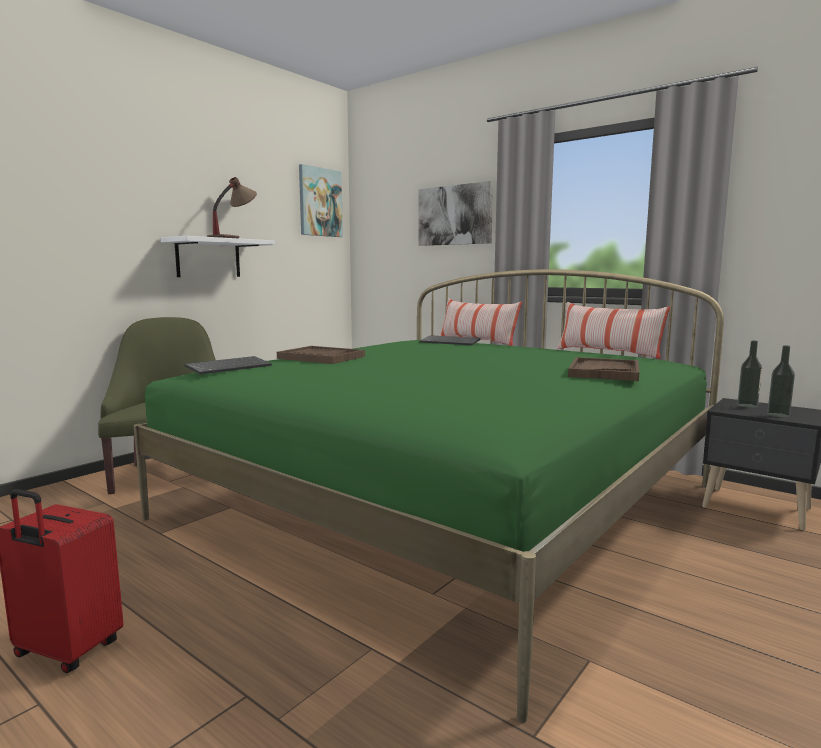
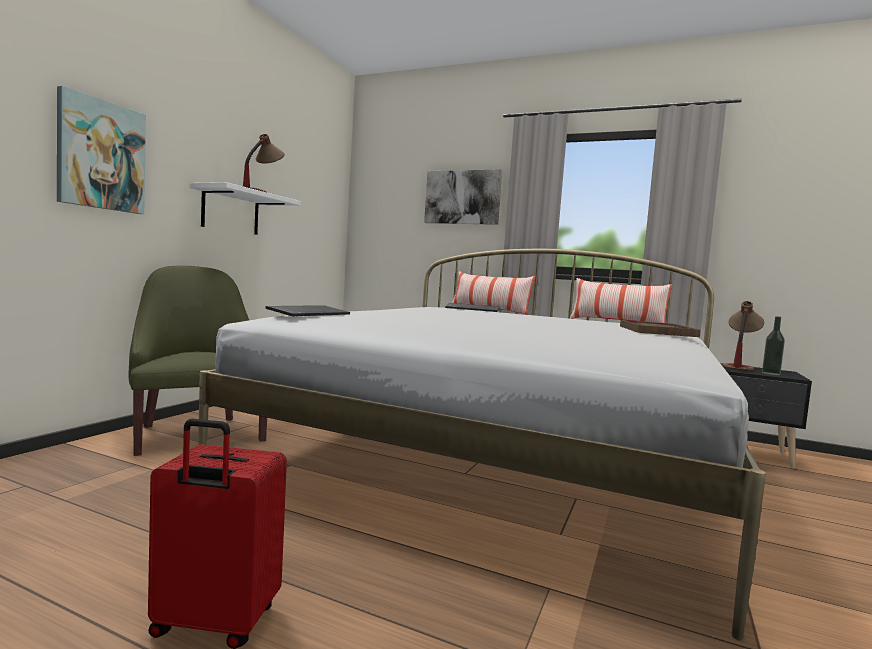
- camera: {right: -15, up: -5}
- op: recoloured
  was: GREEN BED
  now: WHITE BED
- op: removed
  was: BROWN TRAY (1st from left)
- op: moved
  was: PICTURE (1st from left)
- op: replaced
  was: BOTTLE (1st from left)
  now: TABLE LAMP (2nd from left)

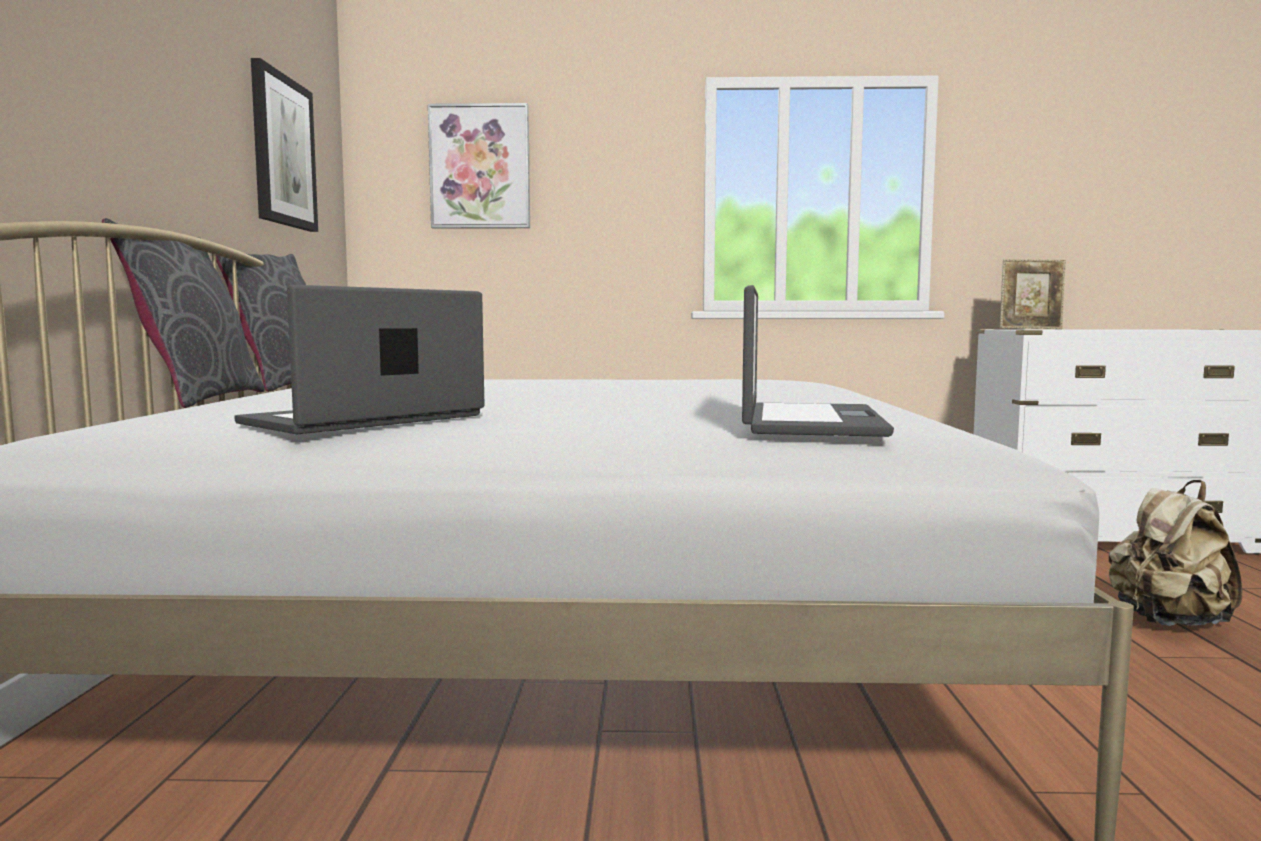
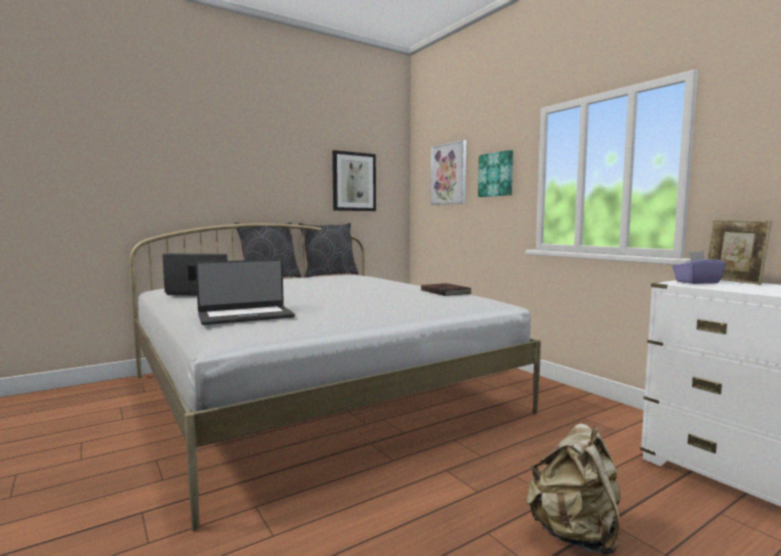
- camera: {right: 55, up: 0}
- op: added
  now: BROWN BOOK
- op: added
  now: PICTURE (3rd from left)
- op: added
  now: PURPLE TISSUE BOX

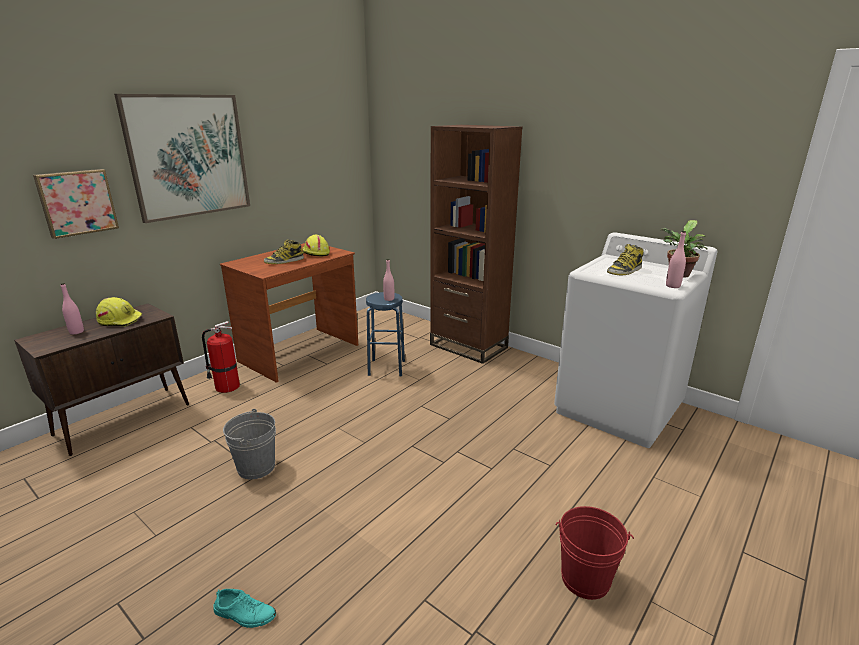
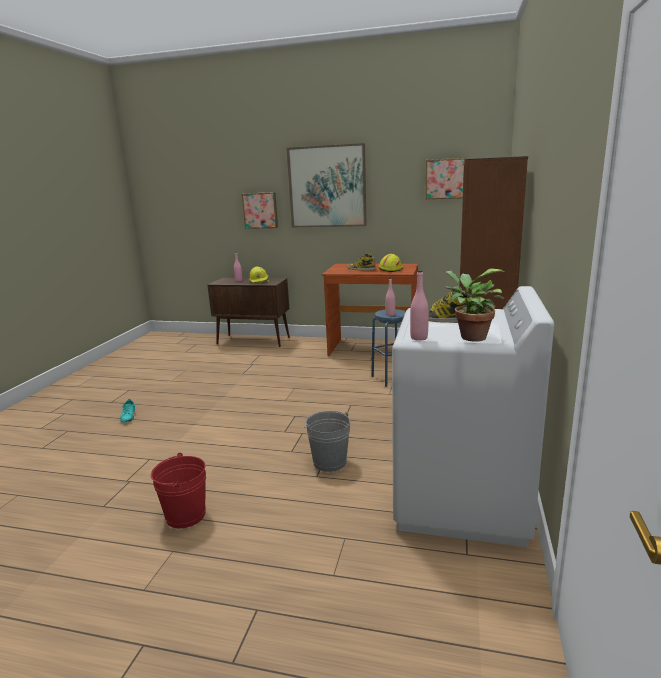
- camera: {right: 65, up: -5}
- op: removed
  was: FIRE EXTINGUISHER
- op: moved
  was: GREY BUCKET
- op: added
  now: PICTURE (3rd from left)

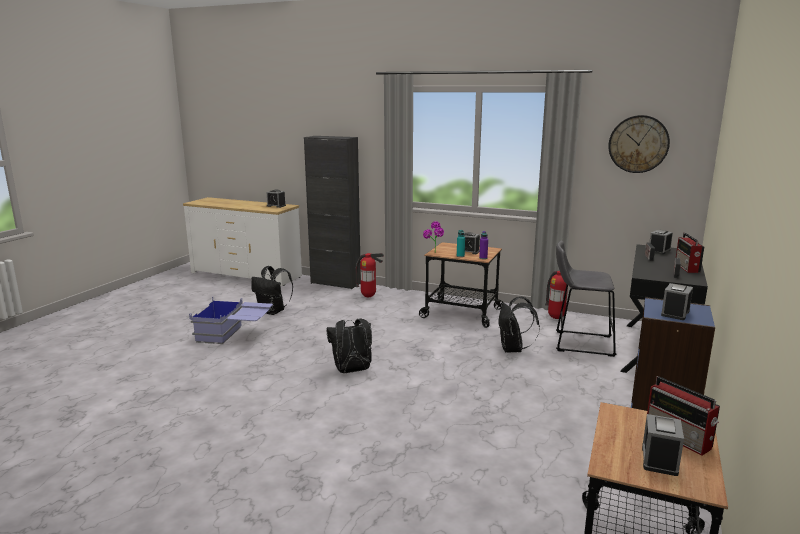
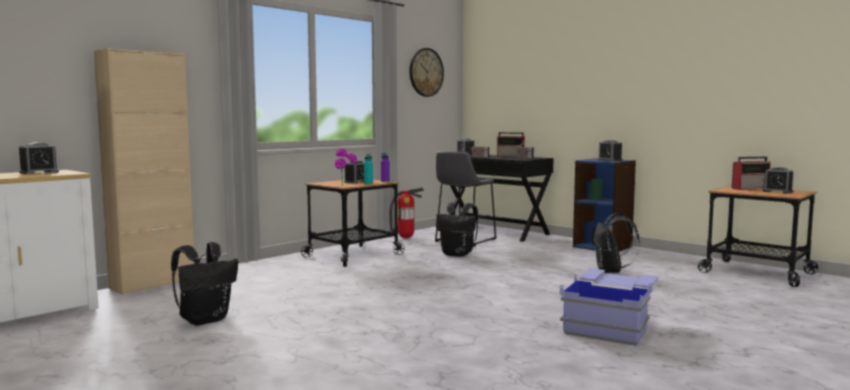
- camera: {right: -70, up: -10}
- op: moved
  was: BLUE STORAGE BOX
- op: recoloured
  was: BLACK CABINET
  now: BEIGE CABINET
- op: moved
  was: BLACK BACKPACK (2nd from left in the first image)
  now: BLACK BACKPACK (3rd from left)
- op: removed
  was: FIRE EXTINGUISHER (1st from left)

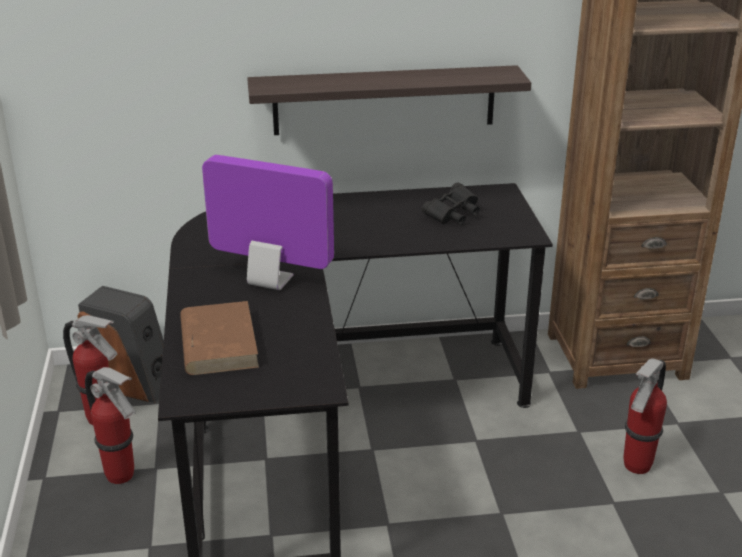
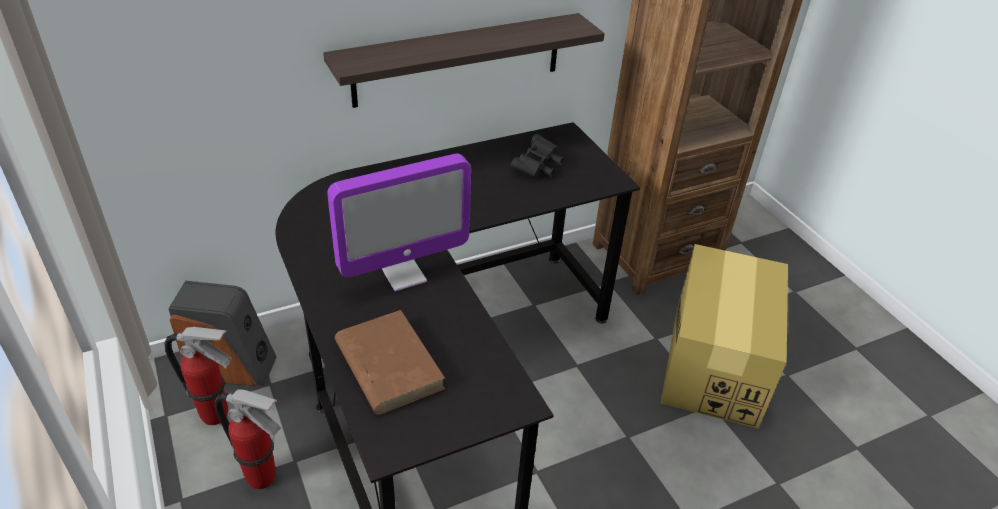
- camera: {right: -20, up: 10}
- op: turned
  was: MONITOR
  clockwise: 150
- op: replaced
  was: FIRE EXTINGUISHER (3rd from left)
  now: CARDBOARD BOX

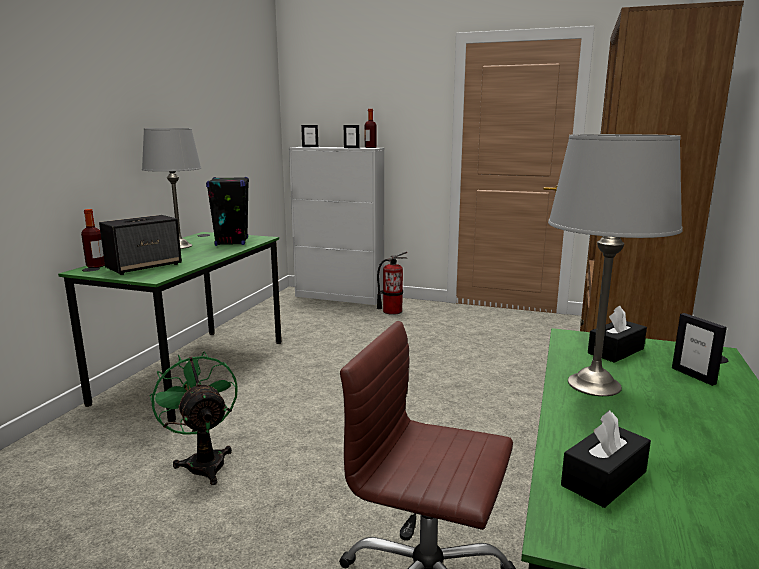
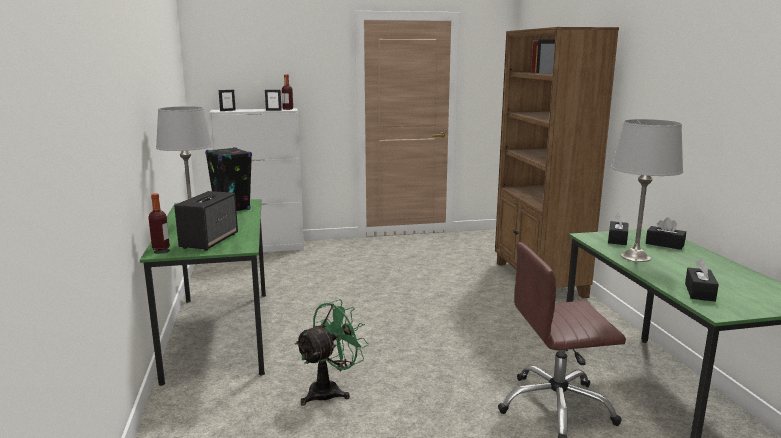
- camera: {right: -30, up: 0}
- op: turned
  was: GREEN FAN
  clockwise: 105
- op: removed
  was: FIRE EXTINGUISHER
- op: replaced
  was: PICTURE FRAME (3rd from left)
  now: BLACK TISSUE BOX (2nd from left)

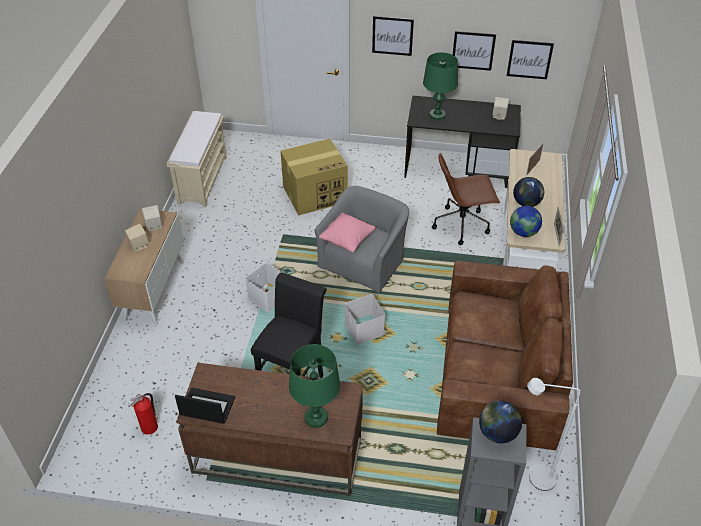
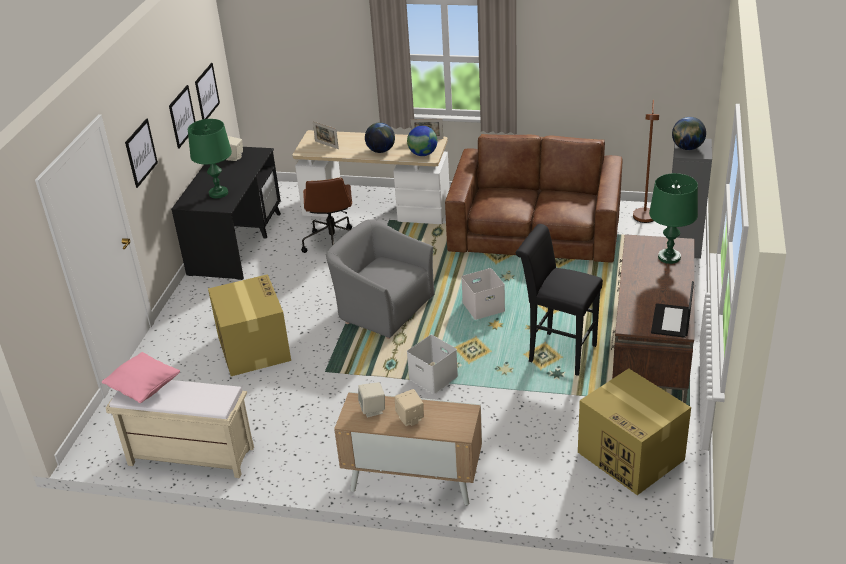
- camera: {right: -85, up: -10}
- op: replaced
  was: FIRE EXTINGUISHER
  now: CARDBOARD BOX (2nd from left)
- op: moved
  was: PINK PILLOW
- op: recoloured
  was: WHITE FLOOR LAMP
  now: BROWN FLOOR LAMP

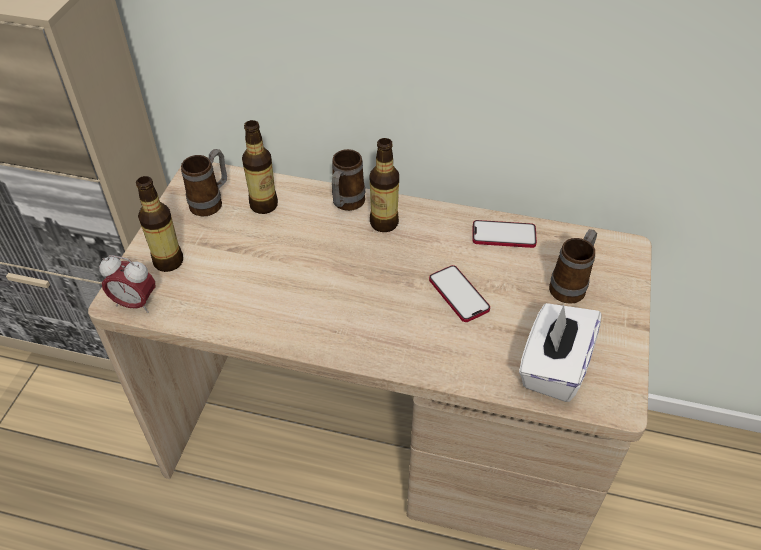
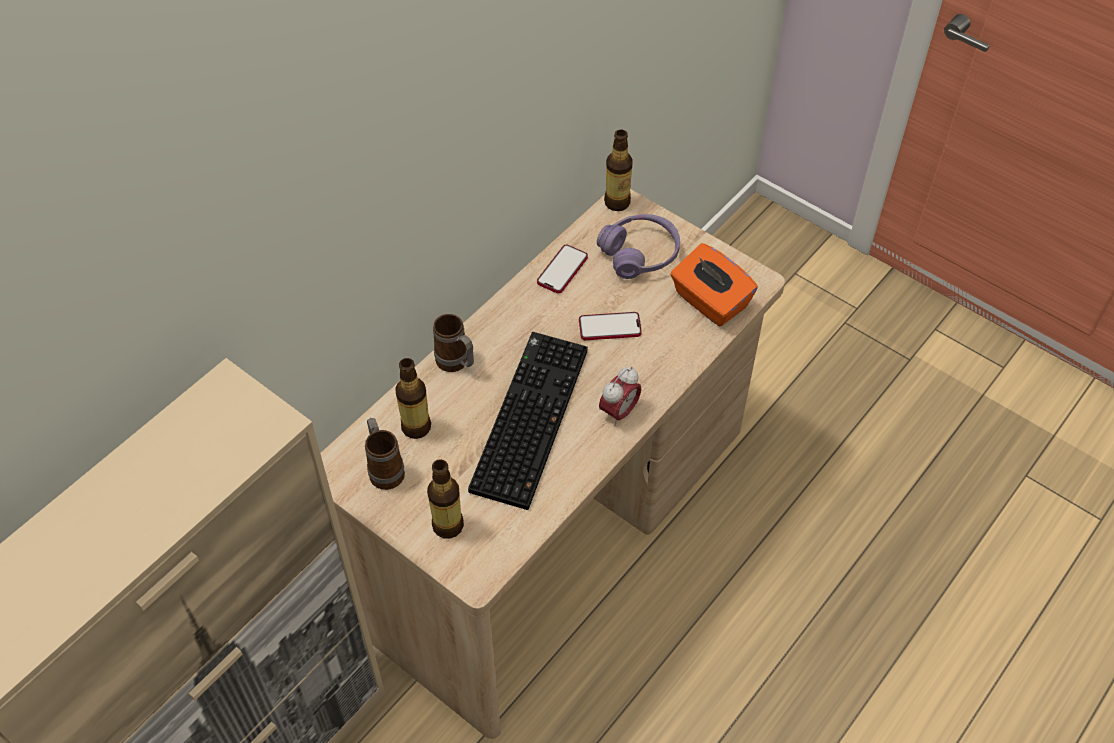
- camera: {right: -65, up: 5}
- op: moved
  was: ALARM CLOCK
- op: moved
  was: BOTTLE (3rd from left)
- op: recoloured
  was: WHITE TISSUE BOX
  now: ORANGE TISSUE BOX
- op: replaced
  was: MUG (3rd from left)
  now: PURPLE HEADPHONES
- op: added
  now: KEYBOARD

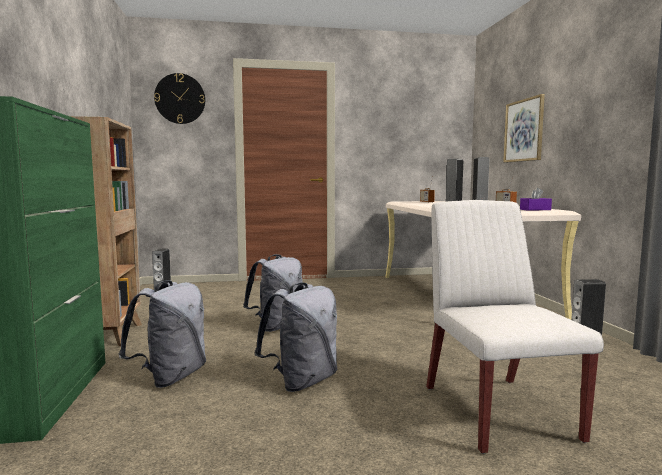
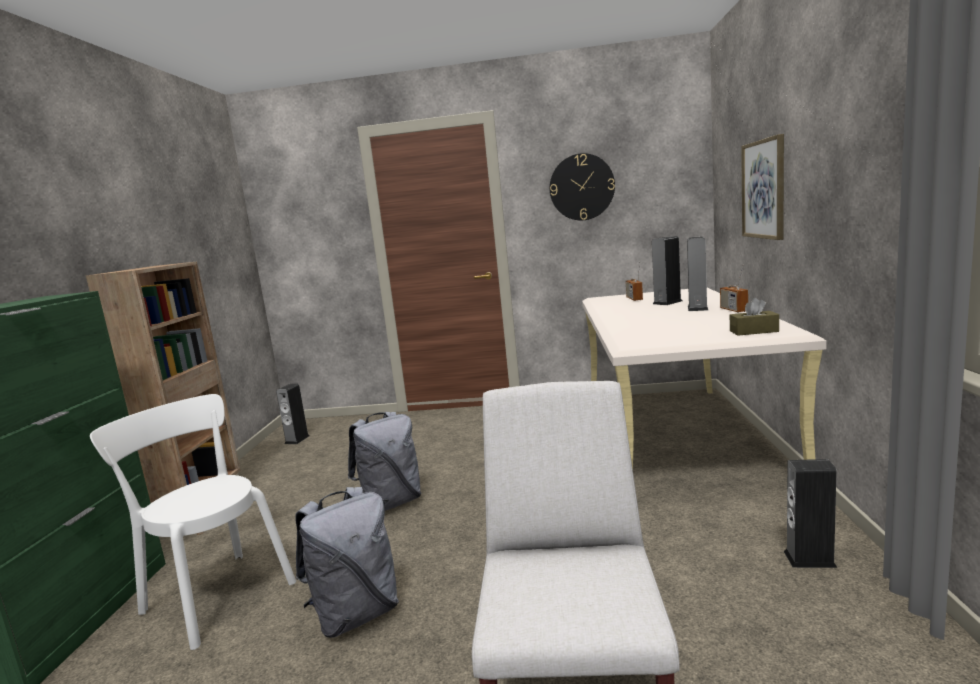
- camera: {right: 15, up: 5}
- op: replaced
  was: GREY BACKPACK (1st from left)
  now: WHITE CHAIR (1st from left)
- op: moved
  was: WALL CLOCK
- op: recoloured
  was: PURPLE TISSUE BOX
  now: BROWN TISSUE BOX

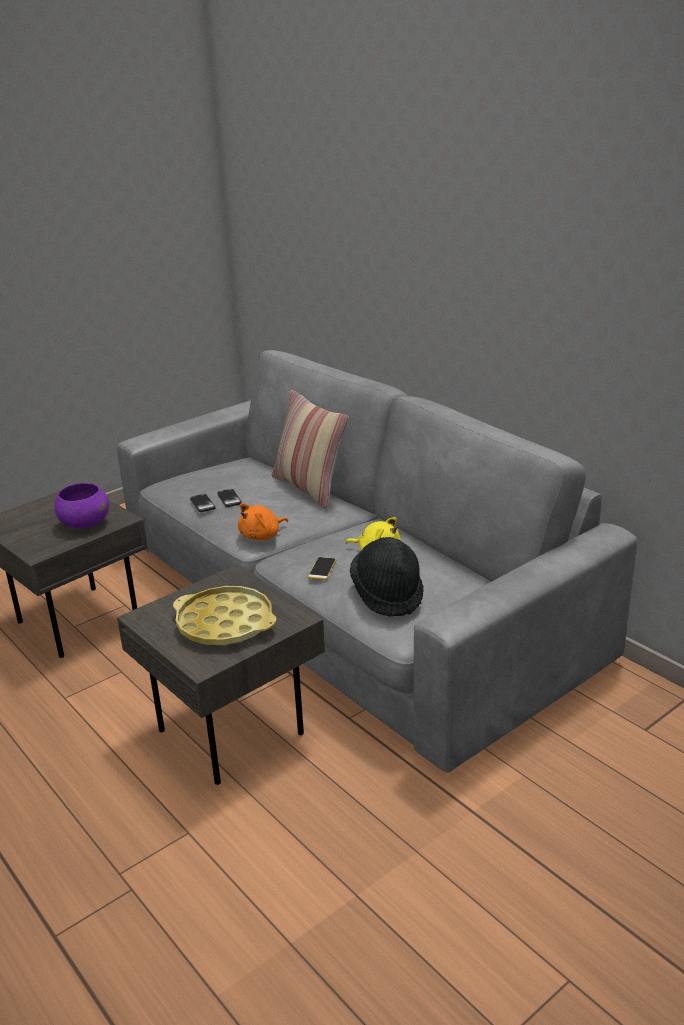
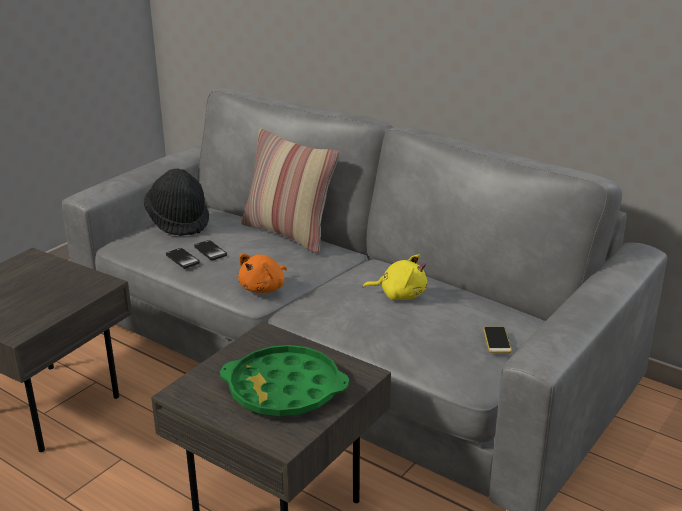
- camera: {right: -15, up: 0}
- op: removed
  was: PURPLE BOWL
- op: recoloured
  was: YELLOW TRAY
  now: GREEN TRAY
- op: moved
  was: PHONE (3rd from left)
- op: moved
  was: BLACK HAT

